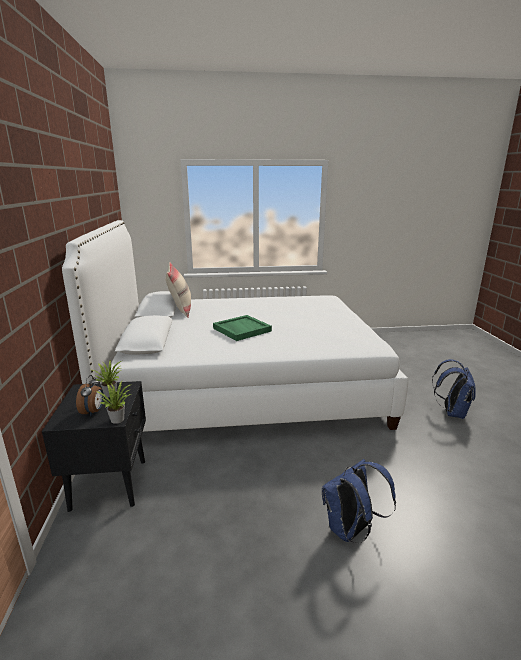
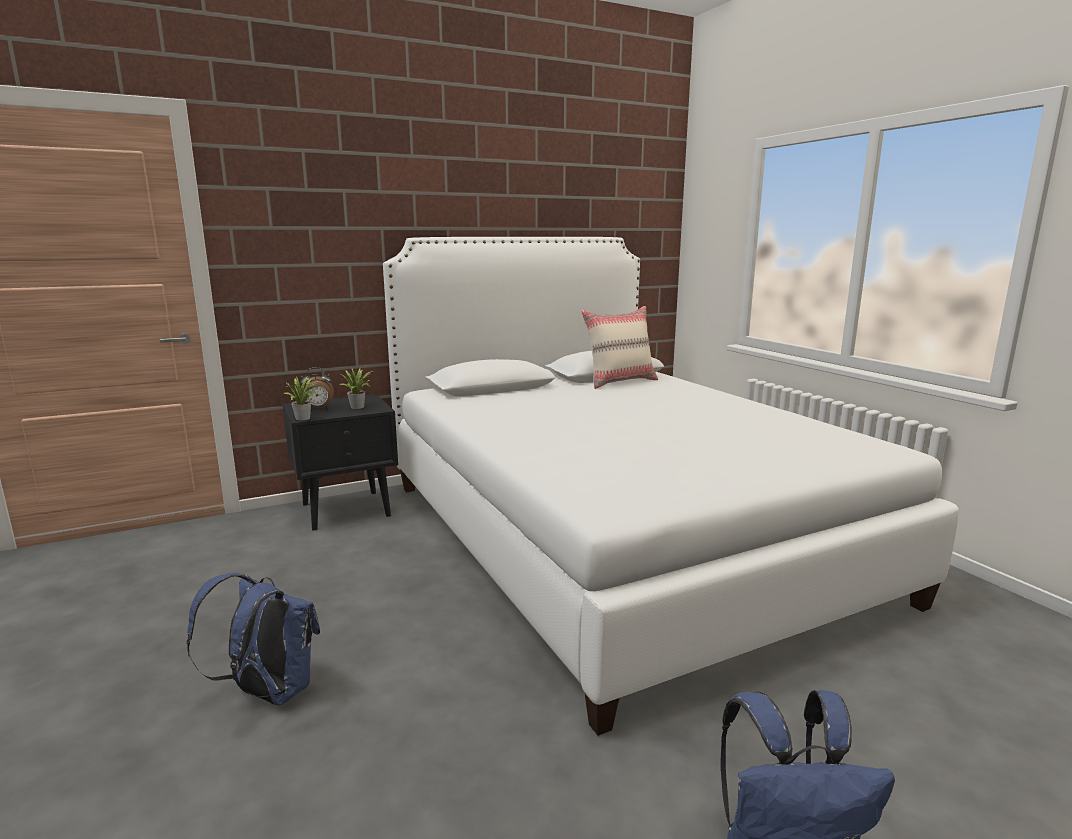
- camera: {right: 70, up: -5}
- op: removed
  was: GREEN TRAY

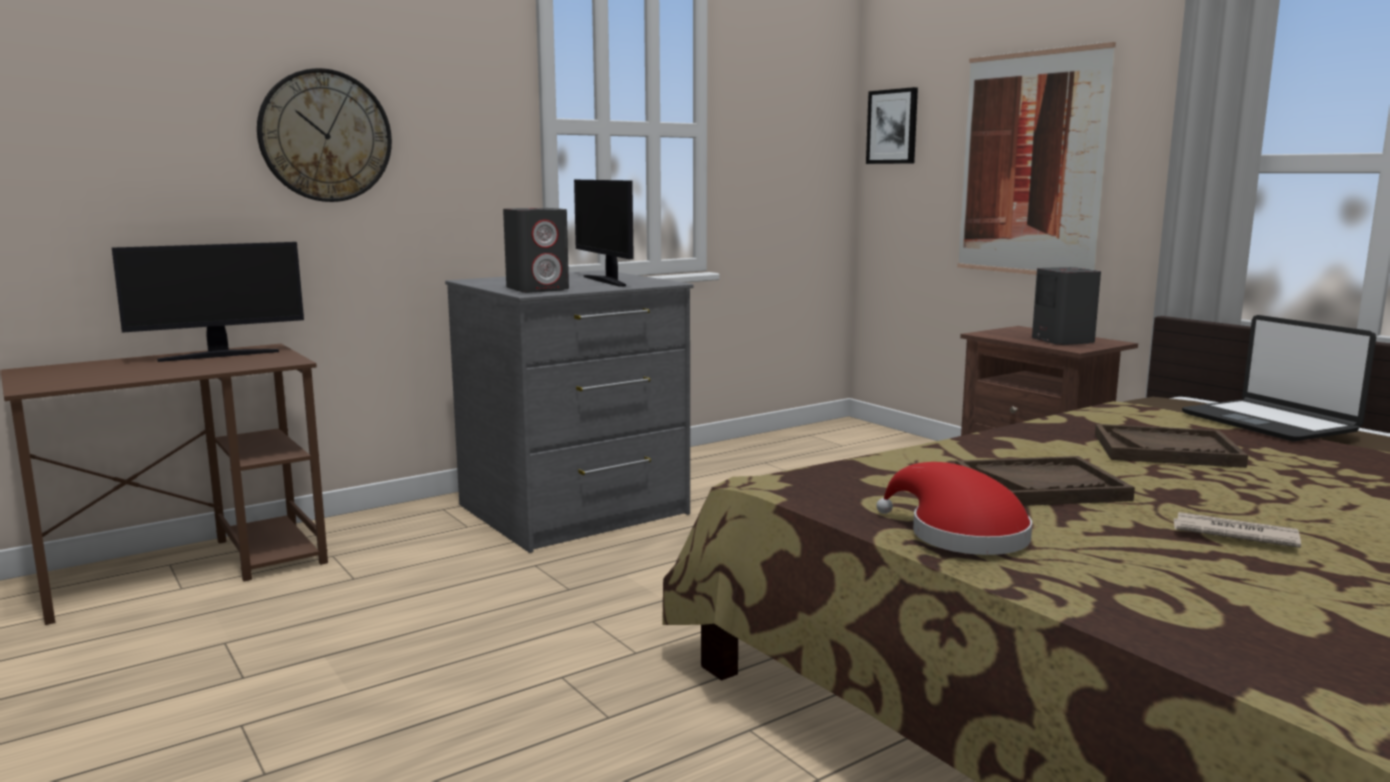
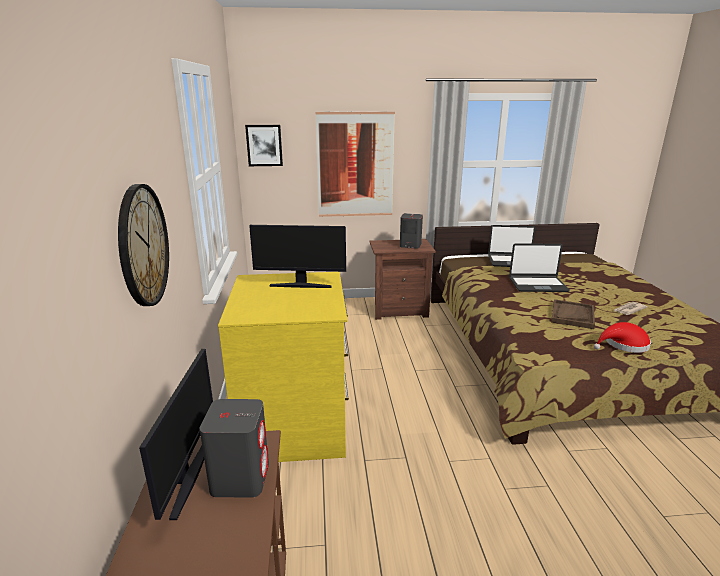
- camera: {right: -60, up: 10}
- op: recoloured
  was: GREY DRESSER
  now: YELLOW DRESSER
- op: moved
  was: GREY SPEAKER (1st from left)
- op: replaced
  was: BROWN TRAY (2nd from left)
  now: LAPTOP (2nd from left)

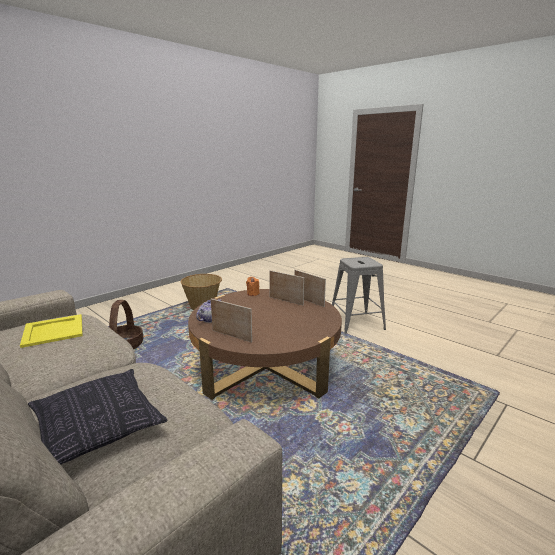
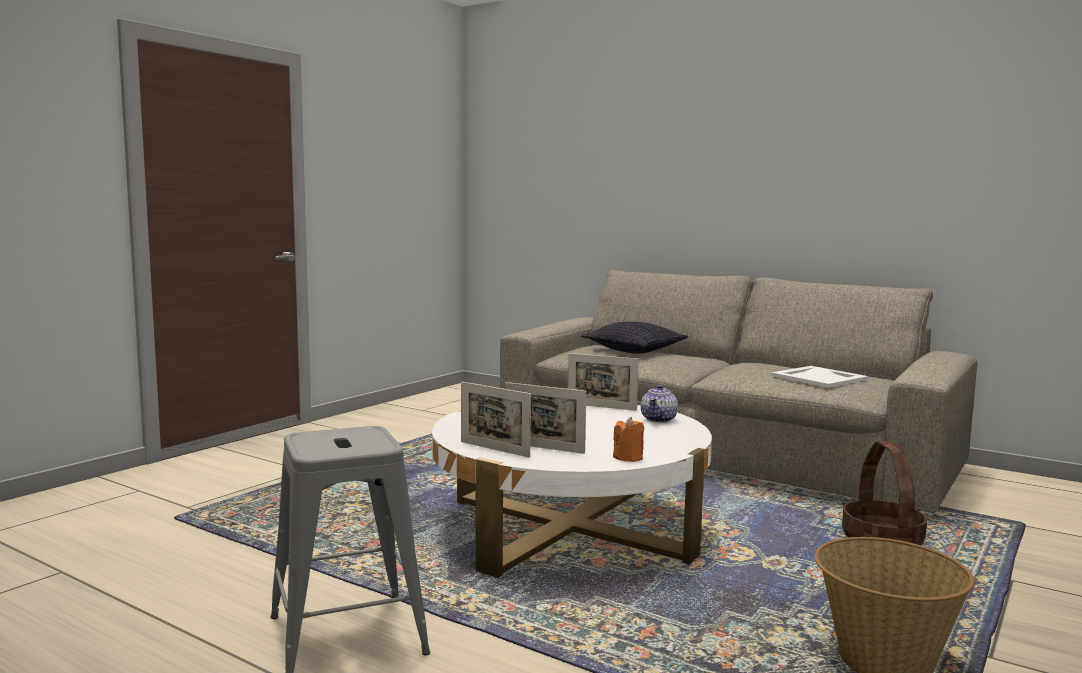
- camera: {right: 170, up: -10}
- op: recoloured
  was: YELLOW TRAY
  now: WHITE TRAY
- op: recoloured
  was: BROWN COFFEE TABLE
  now: WHITE COFFEE TABLE

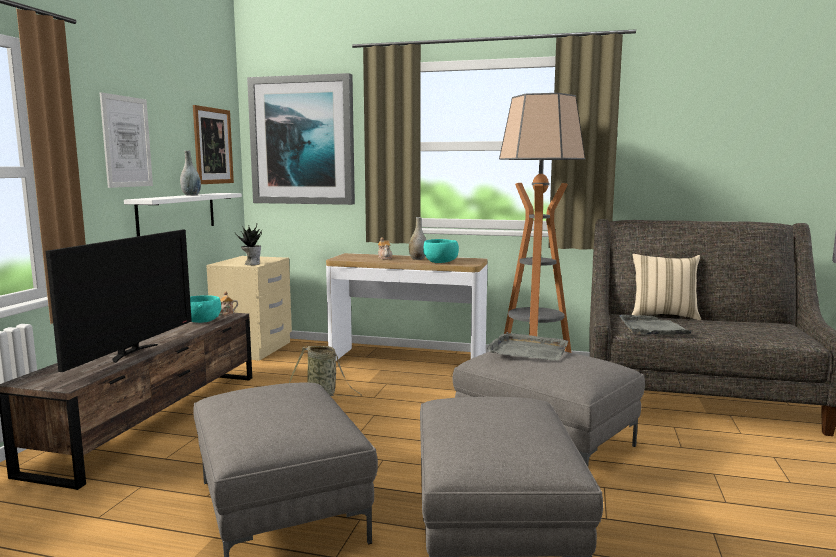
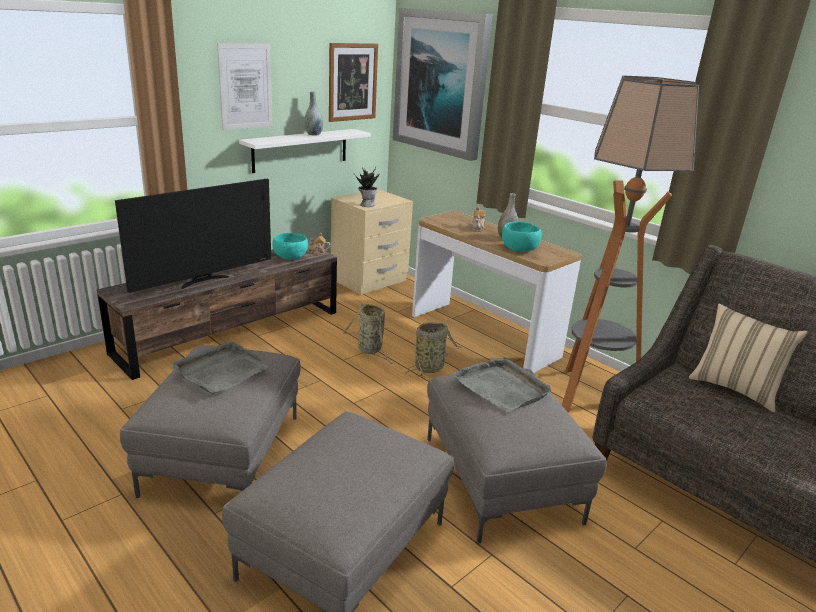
- camera: {right: 30, up: 15}
- op: moved
  was: GREY TRAY (2nd from left in the first image)
  now: GREY TRAY (1st from left)
- op: added
  now: BASKET (2nd from left)

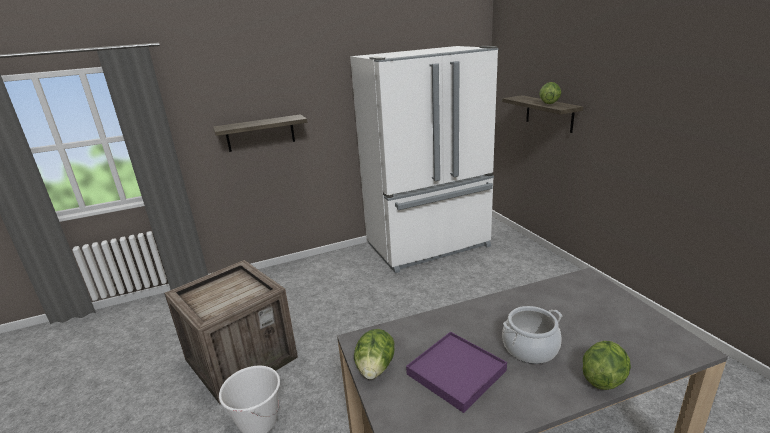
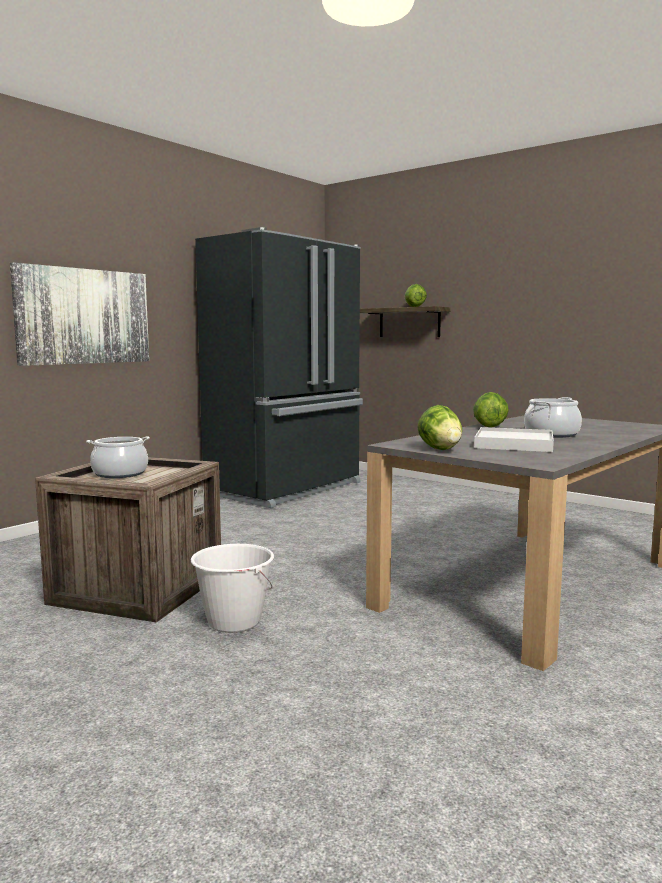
- camera: {right: -30, up: -15}
- op: replaced
  was: SHELF (1st from left)
  now: PICTURE
- op: recoloured
  was: WHITE FRIDGE
  now: BLACK FRIDGE
- op: recoloured
  was: PURPLE TRAY
  now: WHITE TRAY
- op: moved
  was: LETTUCE (3rd from left)
- op: added
  now: COOKING POT (1st from left)

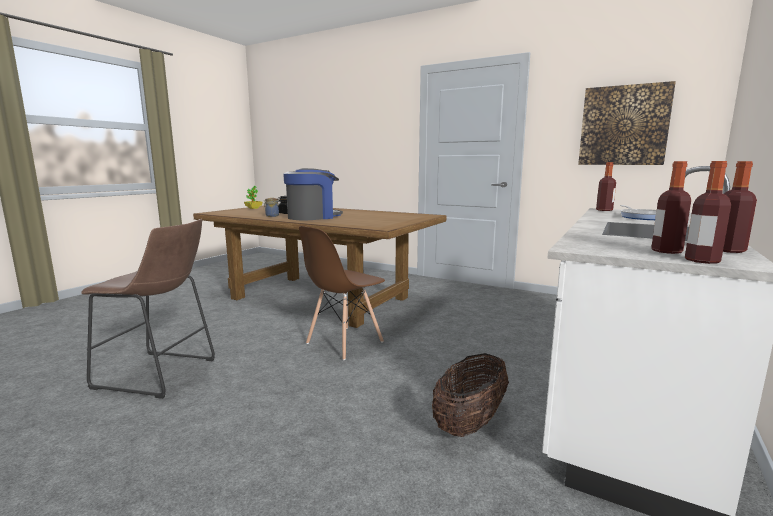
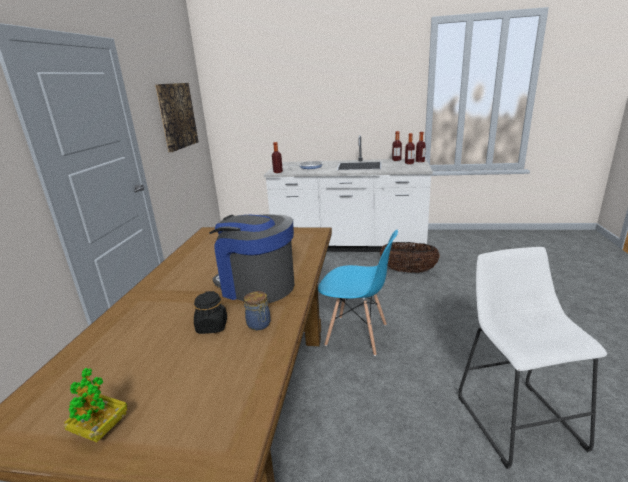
- camera: {right: -110, up: 10}
- op: recoloured
  was: BROWN STOOL
  now: WHITE STOOL
- op: recoloured
  was: BROWN CHAIR
  now: BLUE CHAIR

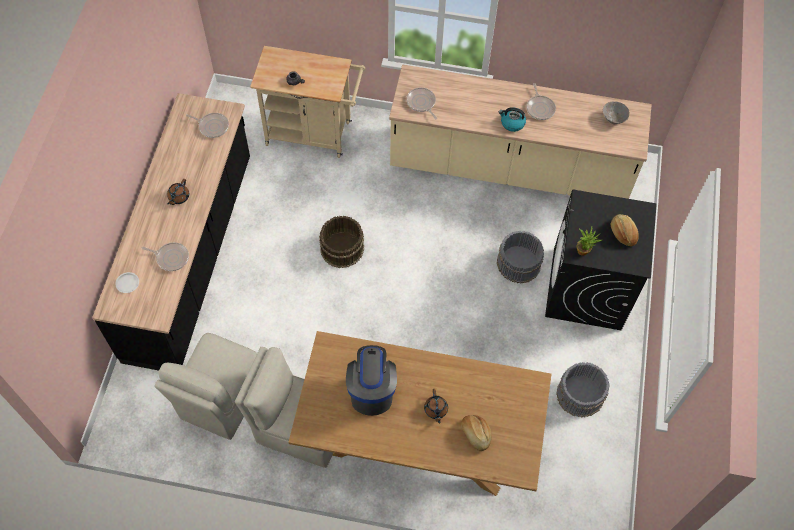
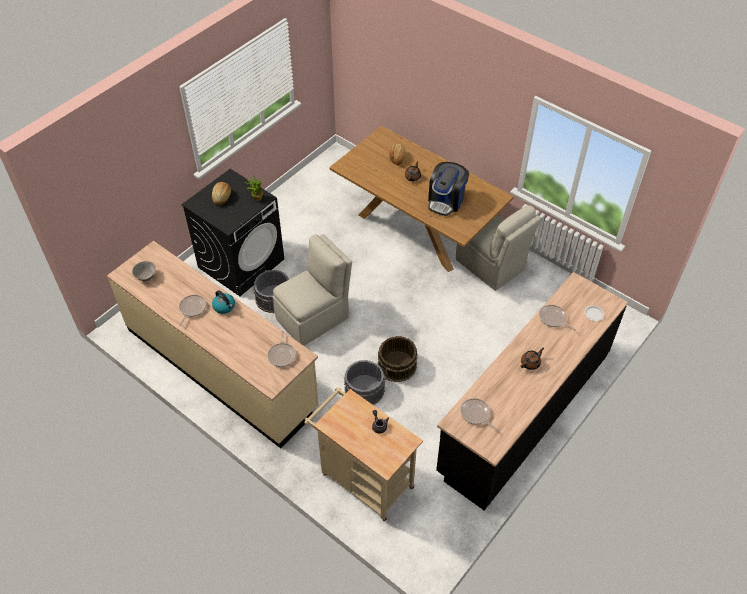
- camera: {right: -150, up: -10}
- op: moved
  was: BEIGE CHAIR (1st from left)
- op: moved
  was: GREY BUCKET (2nd from left)

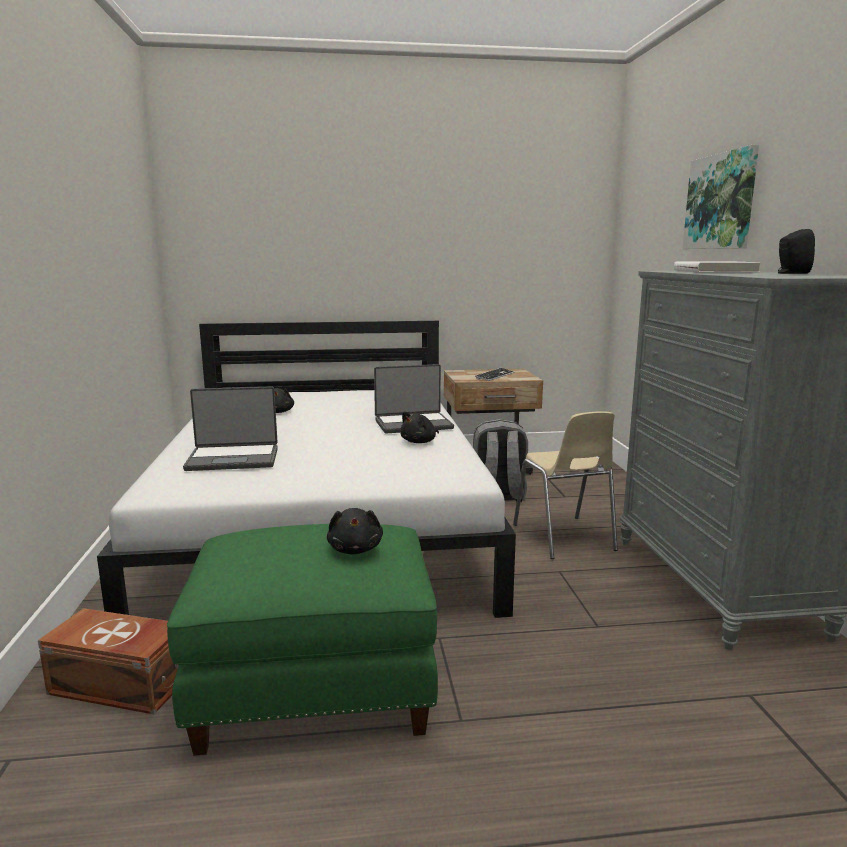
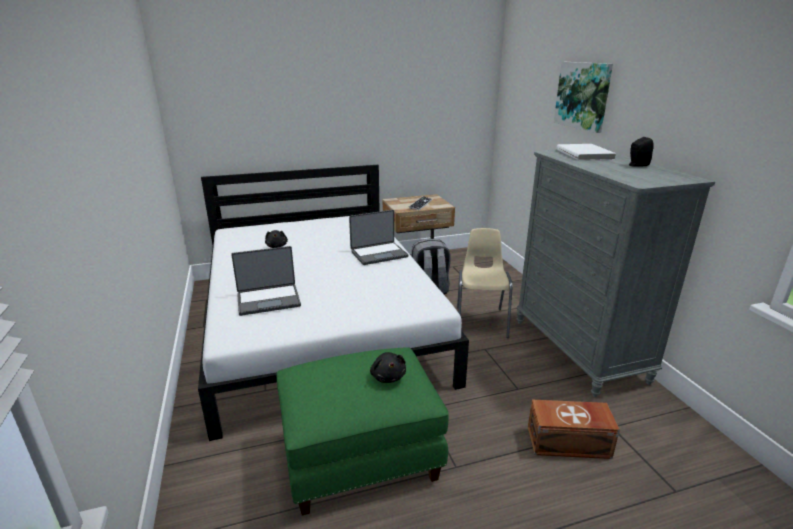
- camera: {right: -10, up: 10}
- op: moved
  was: BROWN STORAGE BOX
- op: removed
  was: BLACK PLUSH TOY (3rd from left)
- op: turned
  was: BEIGE CHAIR
  clockwise: -150

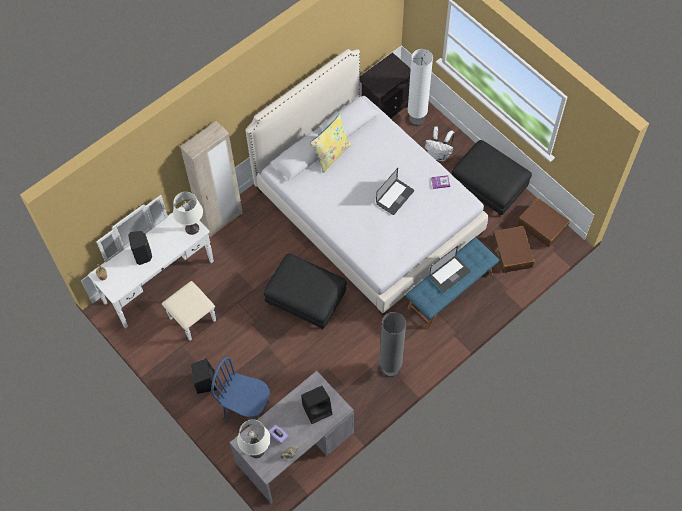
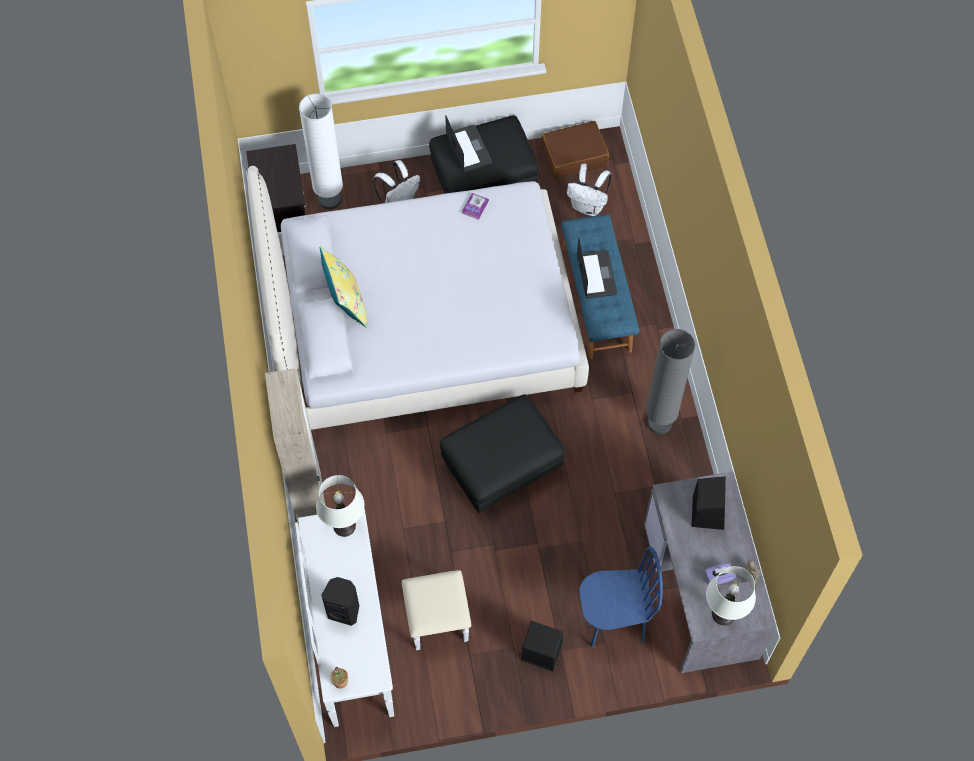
- camera: {right: -60, up: 0}
- op: turned
  was: BLUE CHAIR
  clockwise: -150
- op: moved
  was: LAPTOP (1st from left)
- op: replaced
  was: BROWN SUITCASE (1st from left)
  now: WHITE BACKPACK (2nd from left)

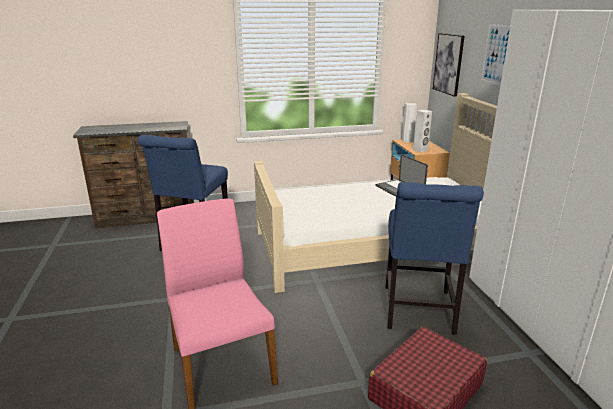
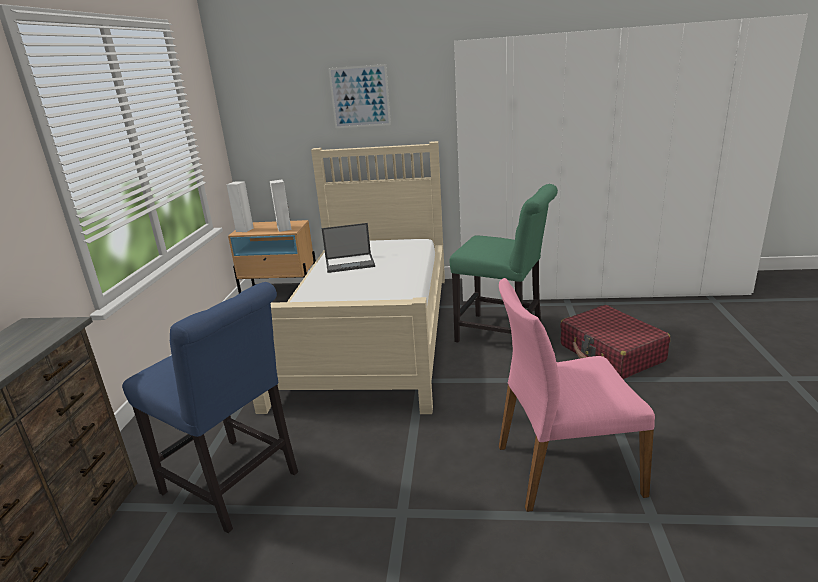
- camera: {right: -70, up: 0}
- op: recoloured
  was: BLUE CHAIR (2nd from left)
  now: GREEN CHAIR
- op: removed
  was: PICTURE (1st from left)

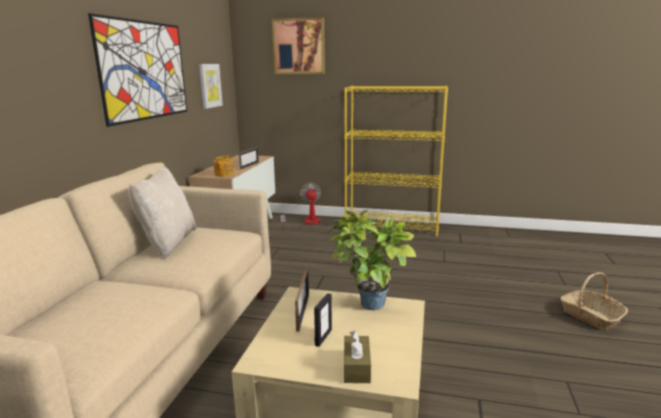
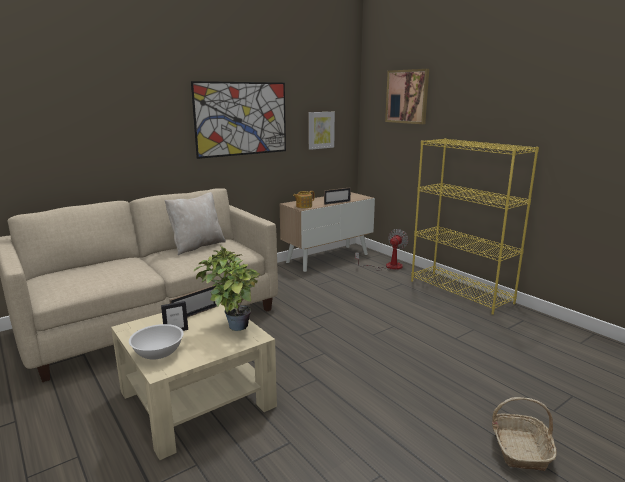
- camera: {right: 40, up: 0}
- op: replaced
  was: BROWN TISSUE BOX
  now: WHITE BOWL

